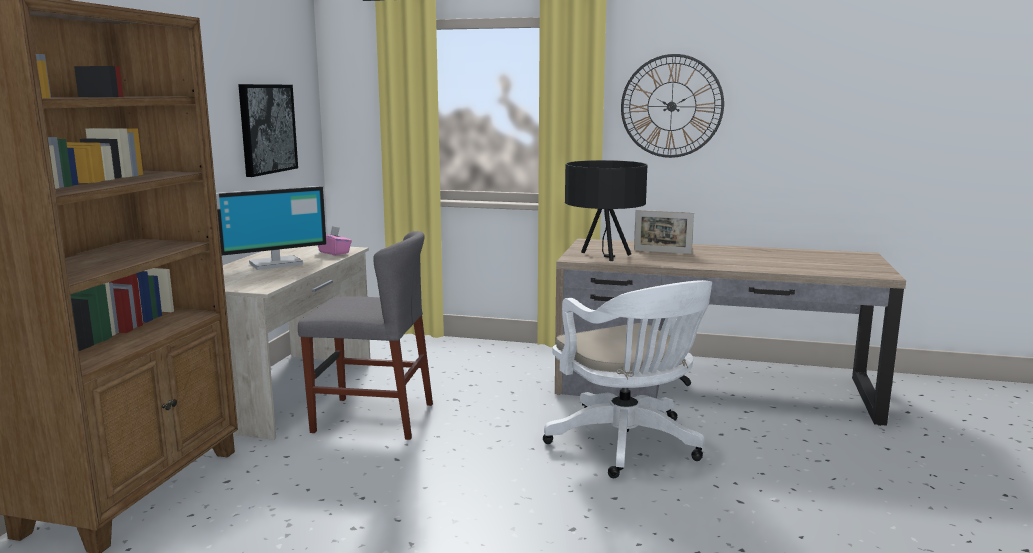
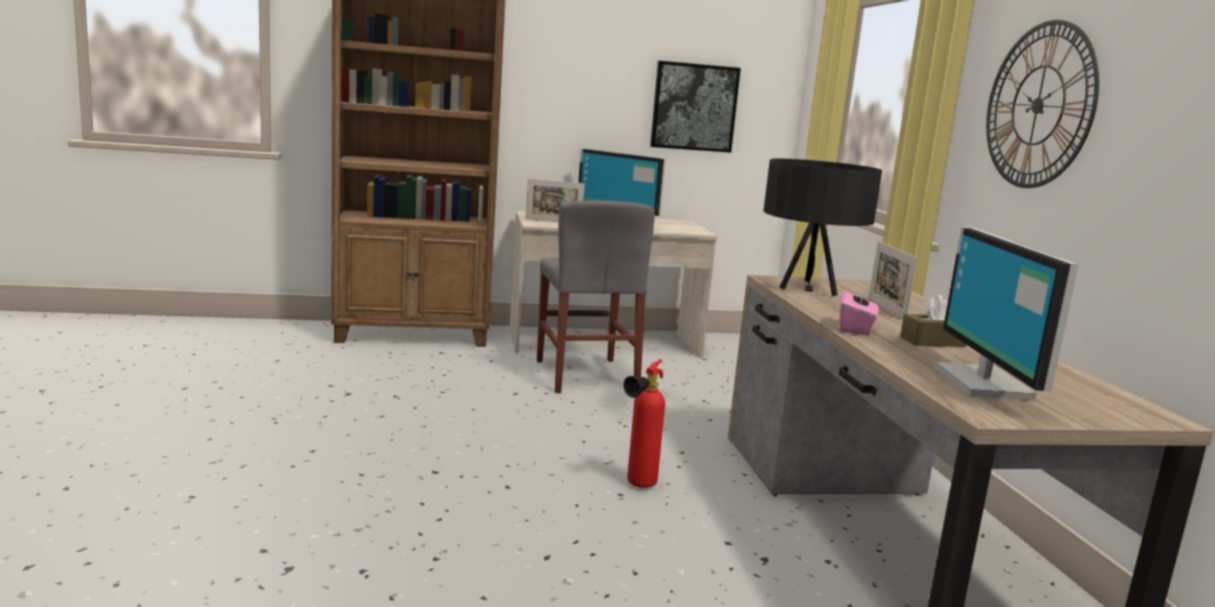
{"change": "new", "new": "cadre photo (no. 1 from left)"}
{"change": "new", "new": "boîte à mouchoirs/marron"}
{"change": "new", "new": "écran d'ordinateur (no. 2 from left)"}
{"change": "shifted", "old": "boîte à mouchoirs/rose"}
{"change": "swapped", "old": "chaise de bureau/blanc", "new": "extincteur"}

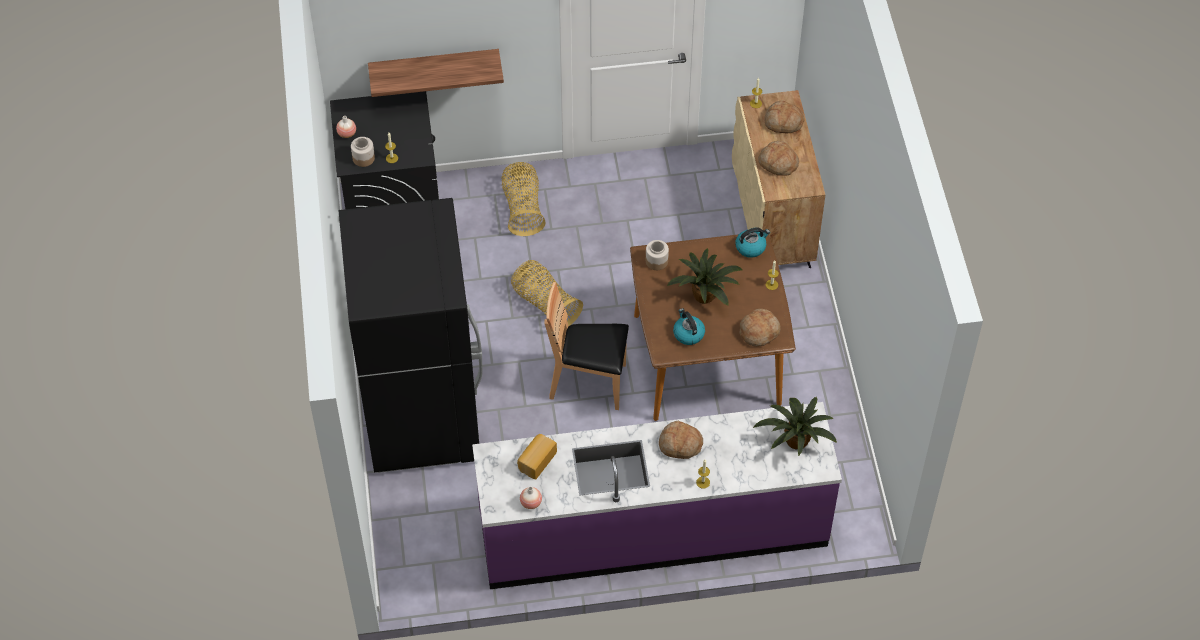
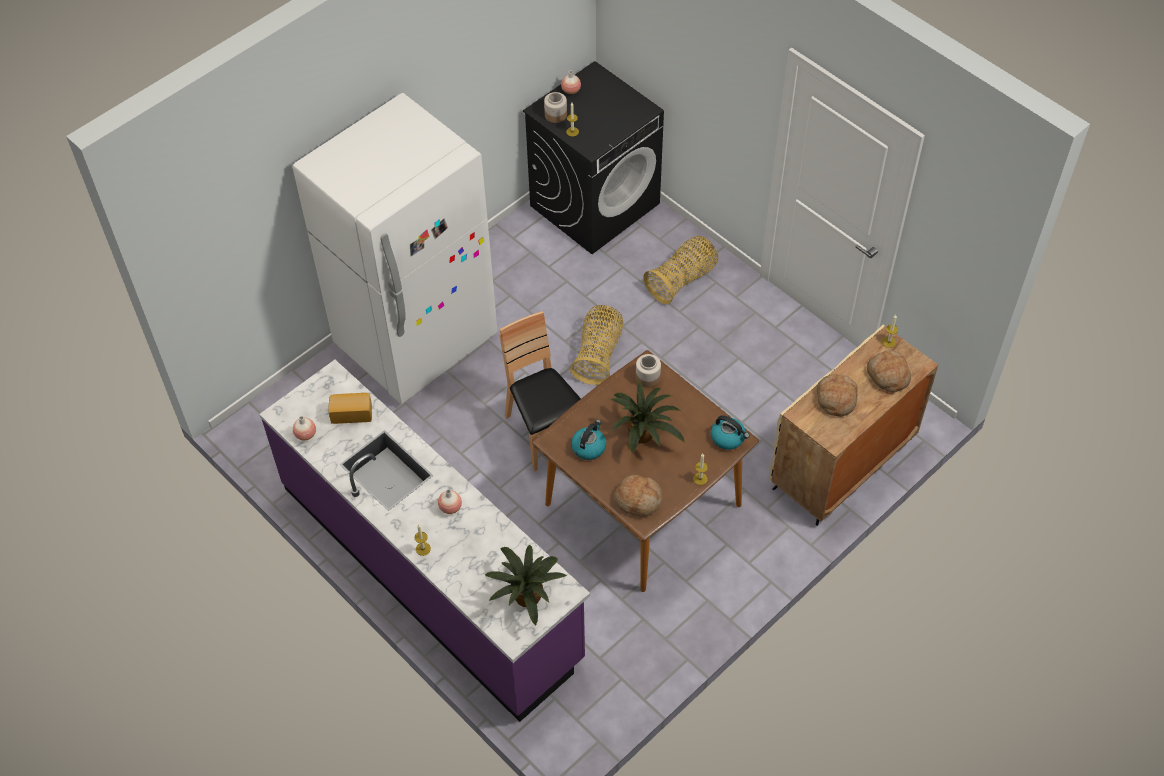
{"change": "gone", "old": "étagère"}
{"change": "swapped", "old": "pain (no. 2 from left)", "new": "vase (no. 2 from left)"}
{"change": "repainted", "old": "réfrigérateur/noir", "new": "réfrigérateur/blanc"}

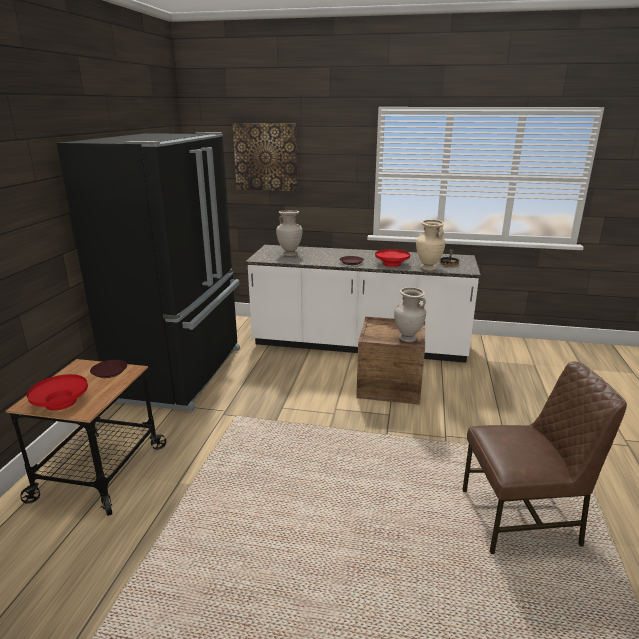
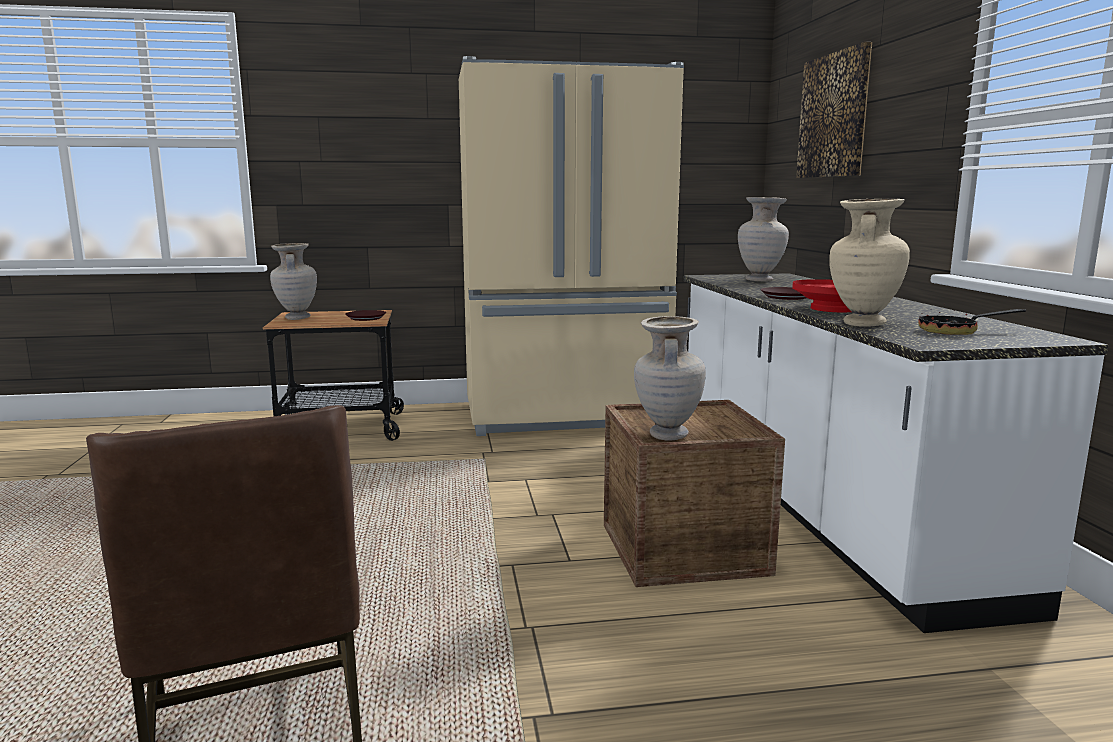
{"change": "swapped", "old": "bol/rouge (no. 1 from left)", "new": "vase/beige (no. 1 from left)"}
{"change": "repainted", "old": "réfrigérateur/noir", "new": "réfrigérateur/beige"}

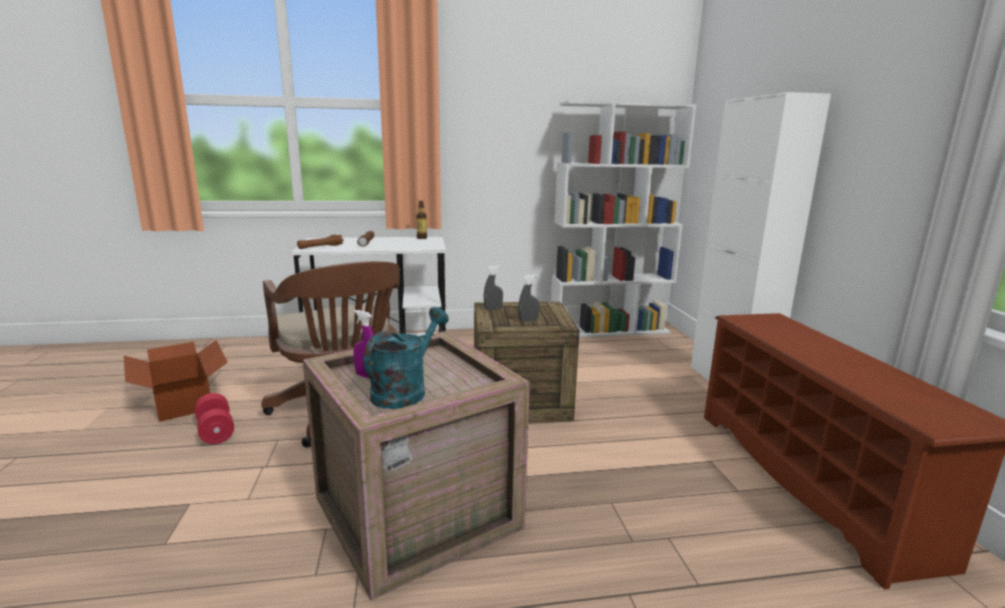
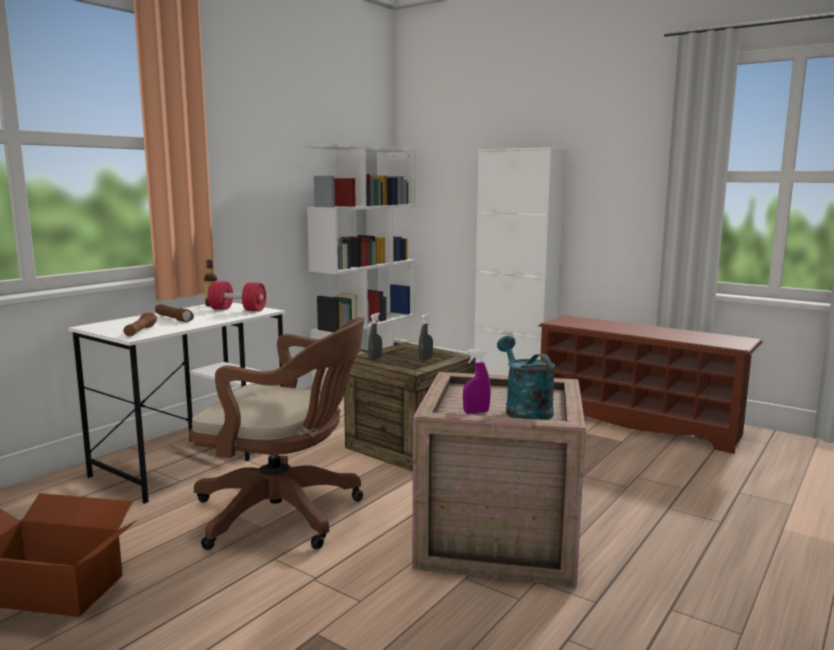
{"change": "shifted", "old": "haltère/rouge"}

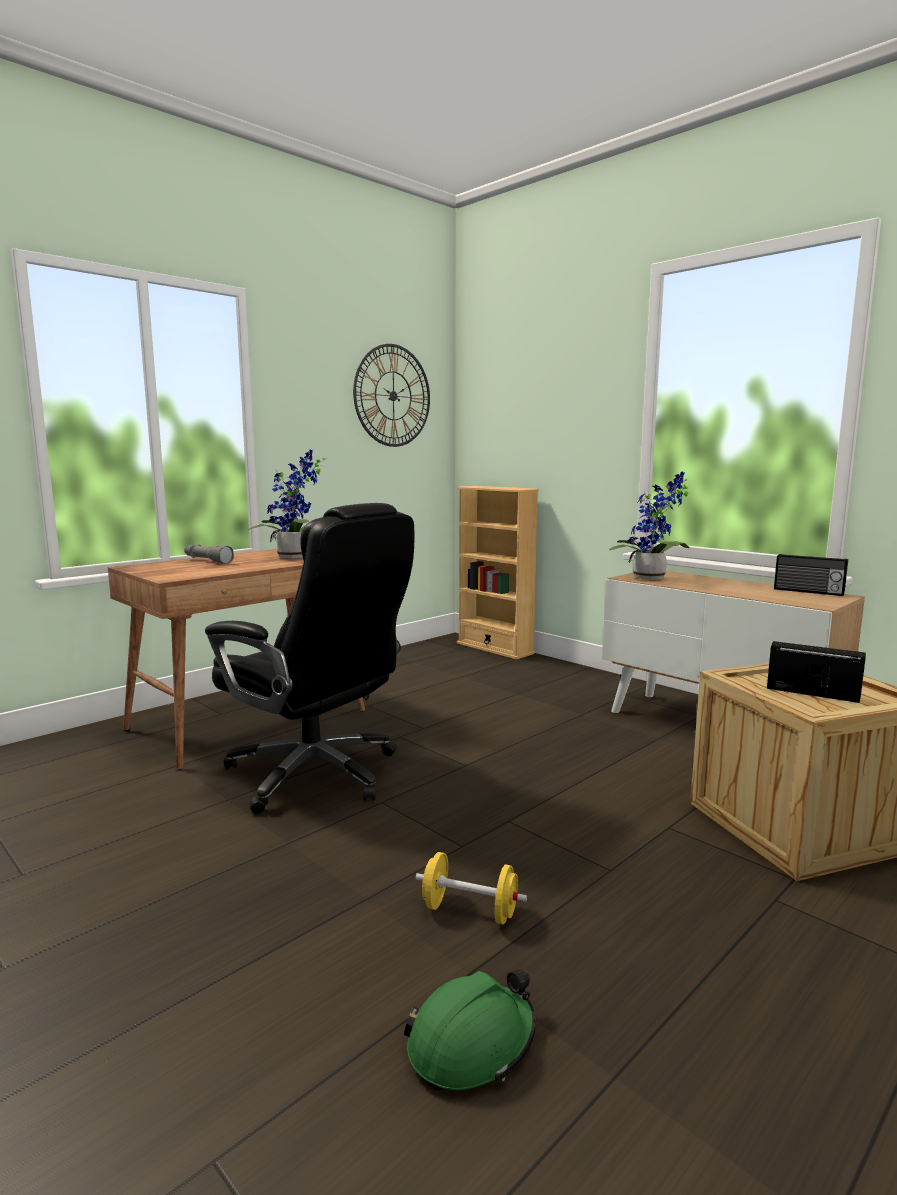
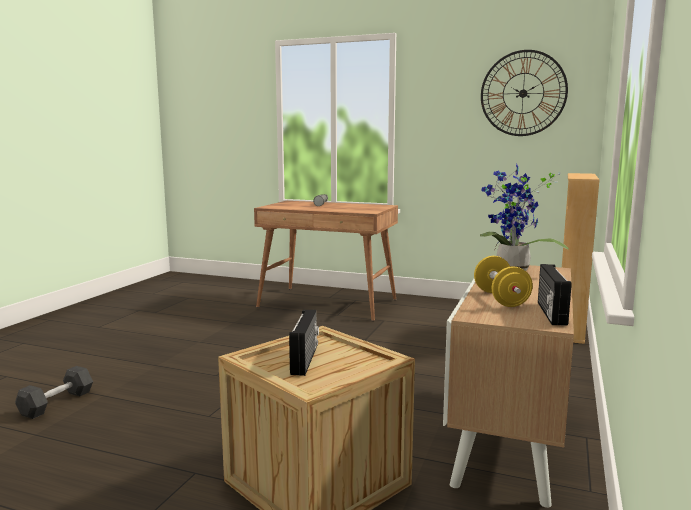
{"change": "gone", "old": "chaise de bureau/noir"}
{"change": "gone", "old": "plante en pot (no. 1 from left)"}
{"change": "shifted", "old": "haltère/jaune"}
{"change": "swapped", "old": "casque de chantier/vert", "new": "haltère/gris"}

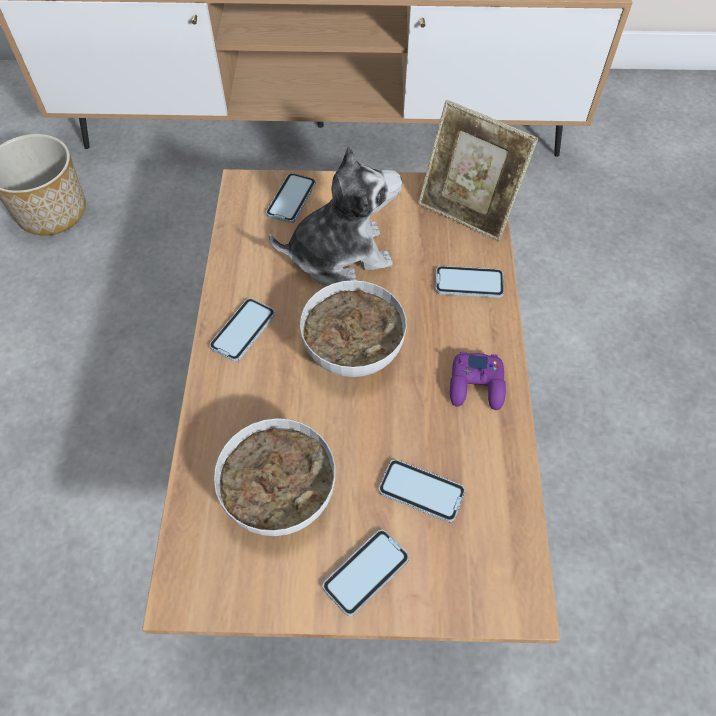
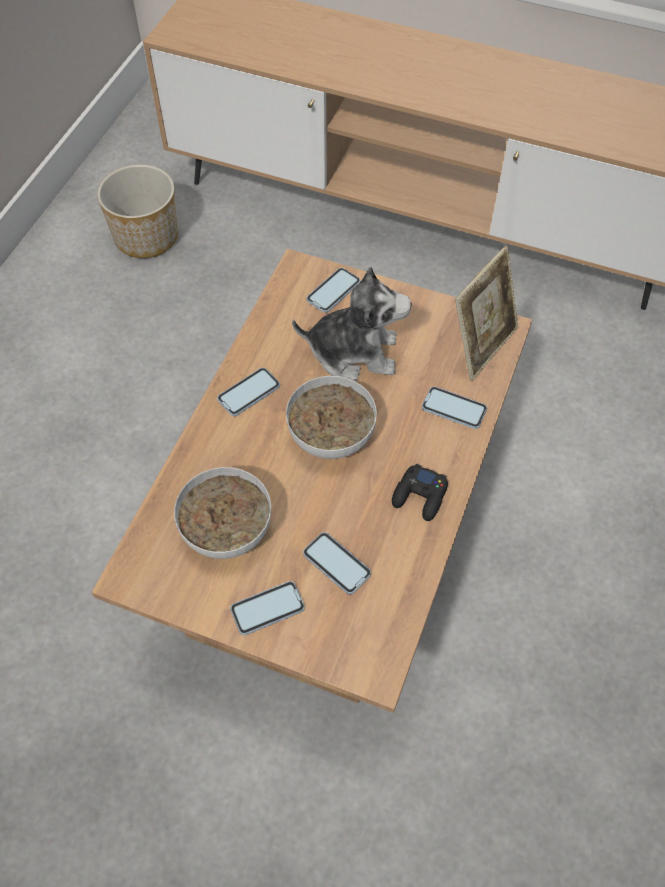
{"change": "repainted", "old": "manette/violet", "new": "manette/noir"}
{"change": "rotated", "old": "cadre photo", "degrees": -105}

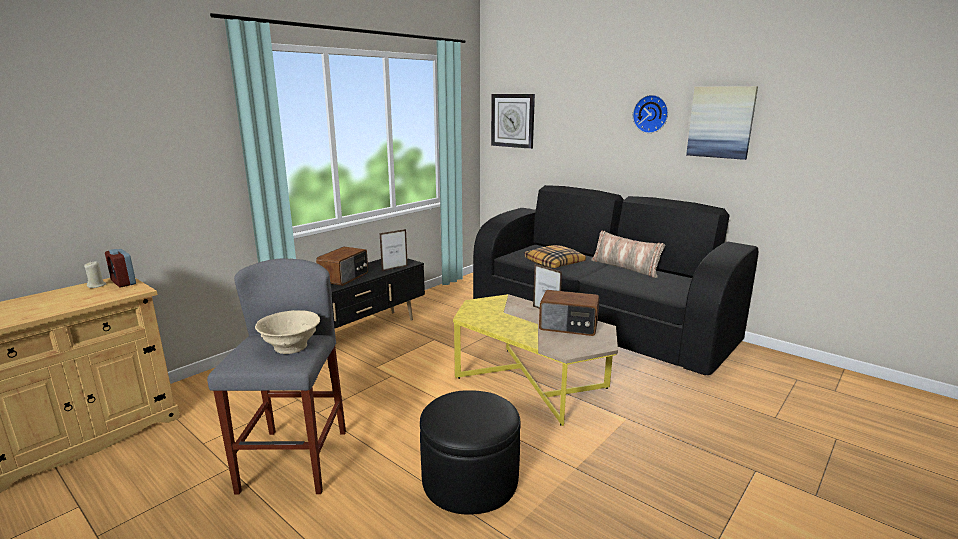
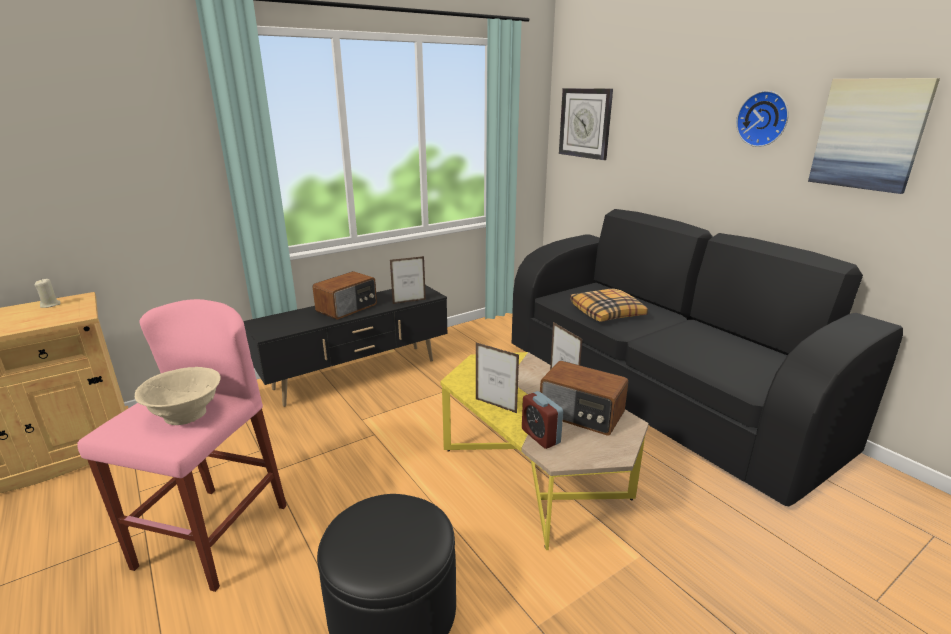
{"change": "gone", "old": "coussin (no. 2 from left)"}
{"change": "new", "new": "cadre photo (no. 2 from left)"}
{"change": "shifted", "old": "réveil"}
{"change": "repainted", "old": "tabouret/gris", "new": "tabouret/rose"}

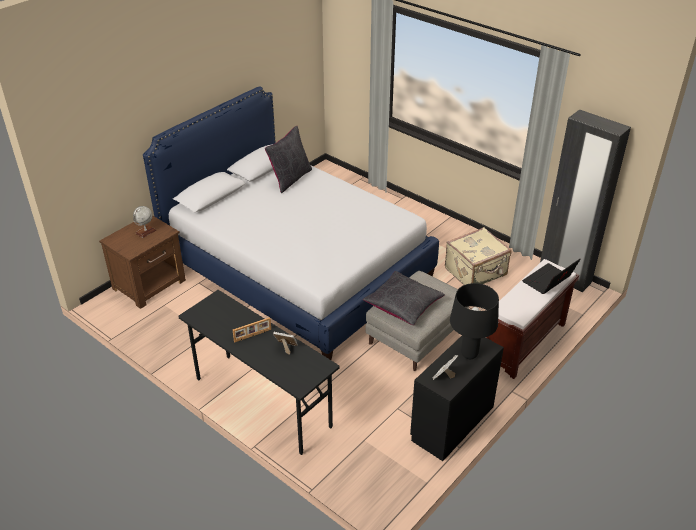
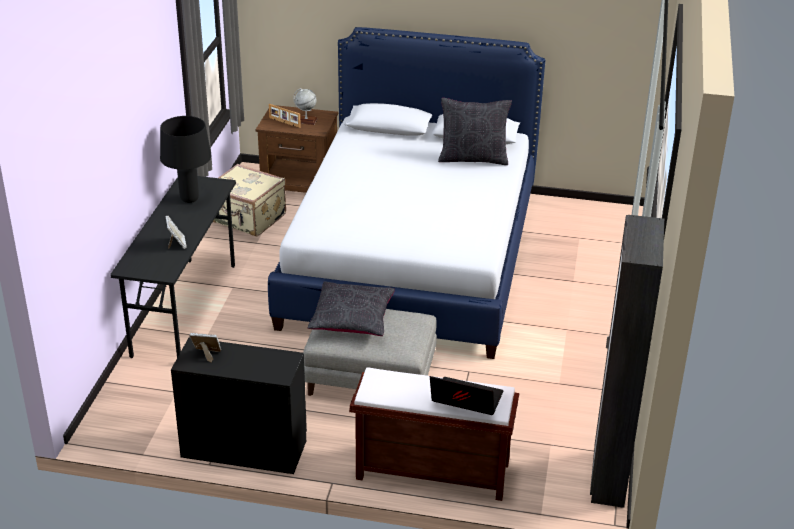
{"change": "shifted", "old": "cadre photo (no. 1 from left in the first image)", "new": "cadre photo (no. 3 from left)"}
{"change": "shifted", "old": "valise/beige"}
{"change": "shifted", "old": "lampe de table/noir"}

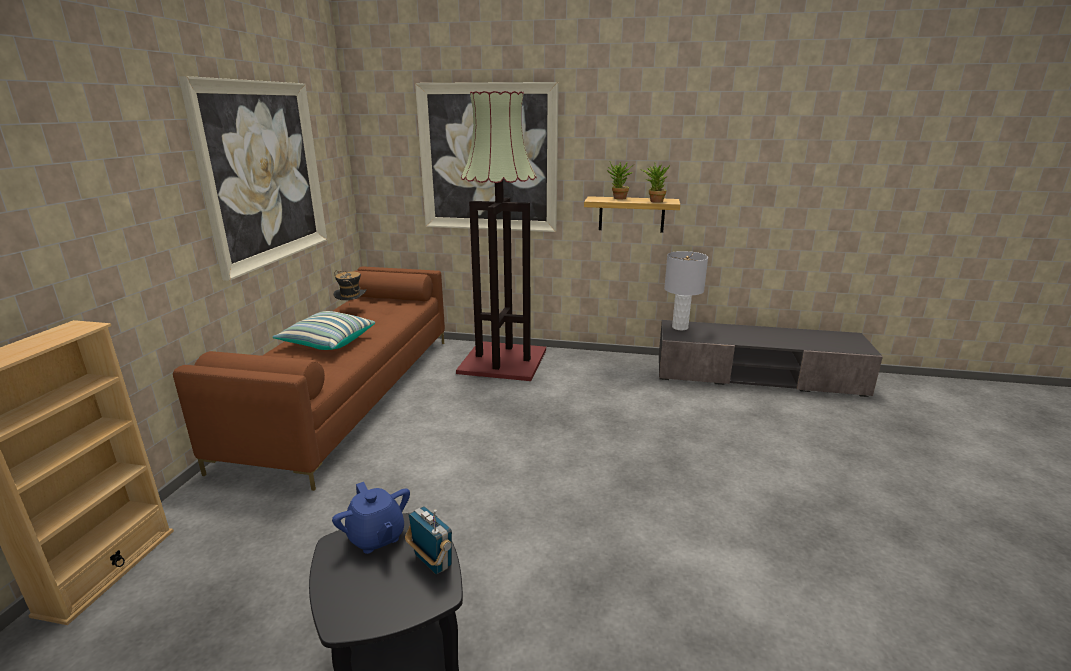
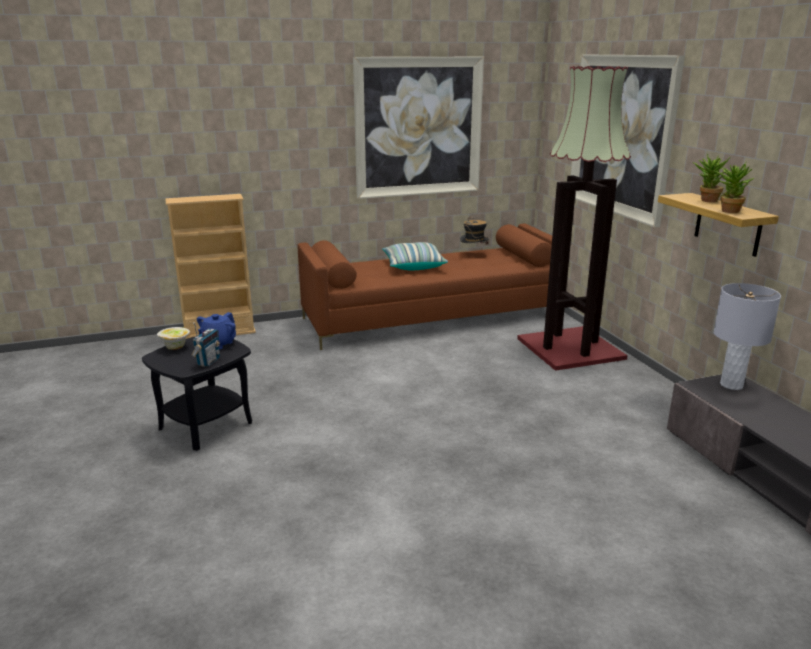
{"change": "new", "new": "bol"}

